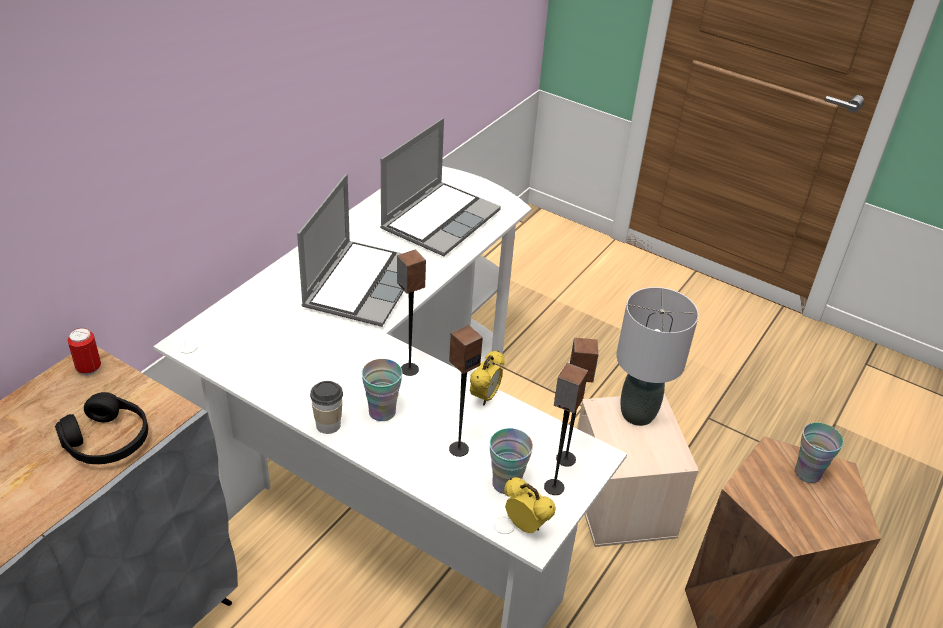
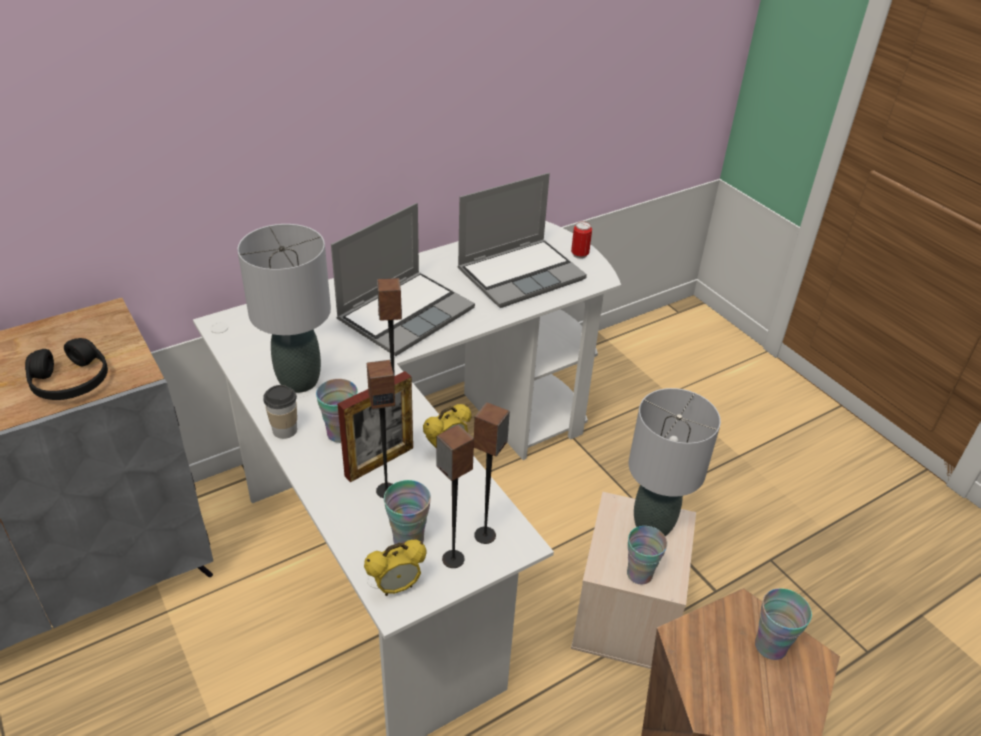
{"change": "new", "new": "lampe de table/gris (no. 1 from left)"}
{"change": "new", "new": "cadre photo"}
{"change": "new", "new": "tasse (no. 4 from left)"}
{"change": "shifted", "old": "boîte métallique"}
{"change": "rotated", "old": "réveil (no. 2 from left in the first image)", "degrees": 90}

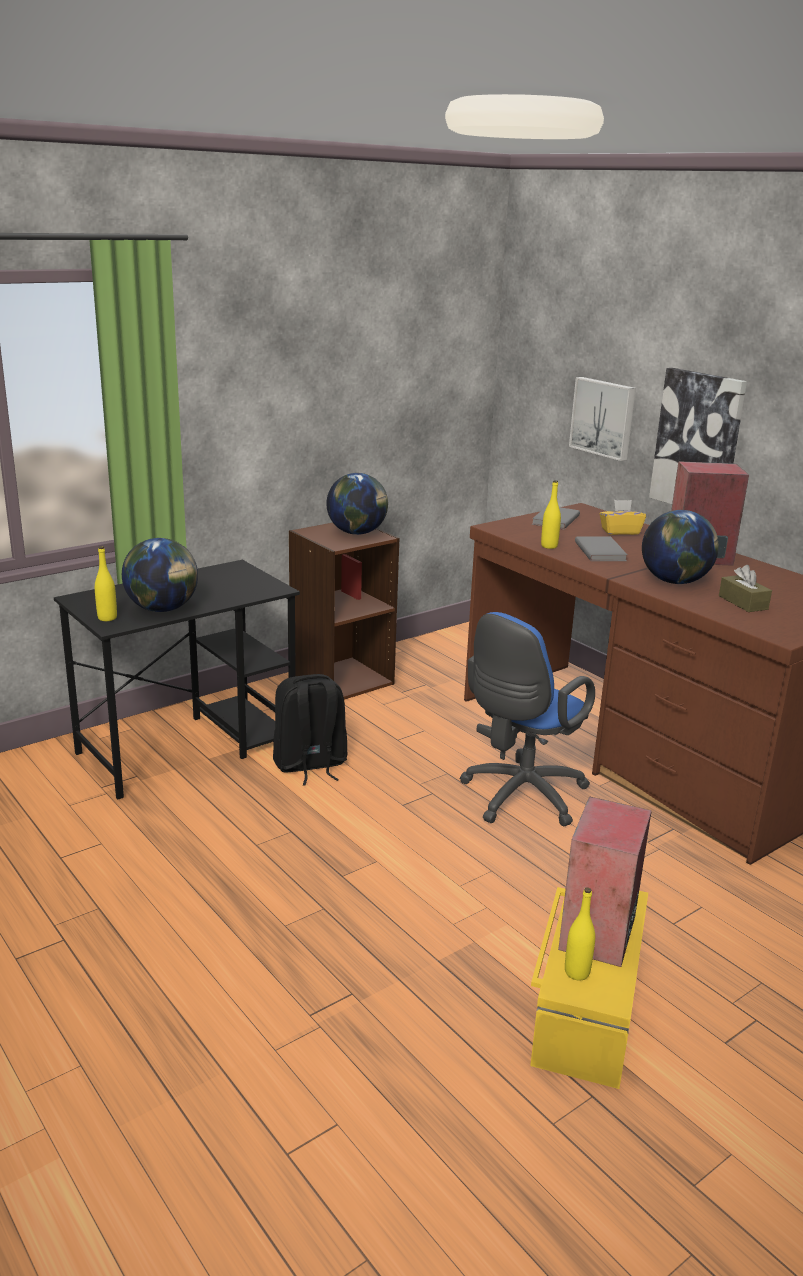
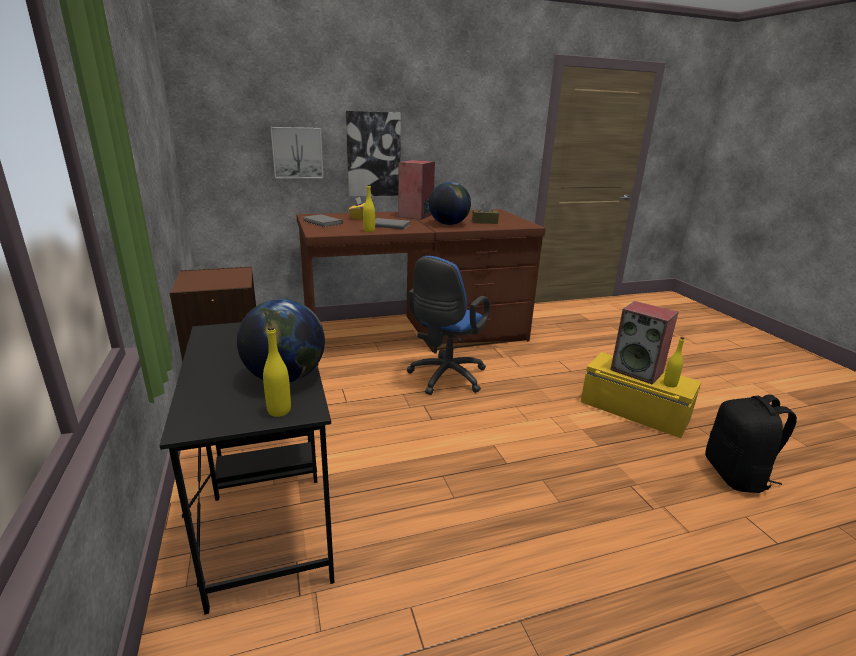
{"change": "gone", "old": "globe (no. 2 from left)"}
{"change": "shifted", "old": "sac à dos/noir"}
{"change": "rotated", "old": "chaise de bureau/bleu", "degrees": 60}

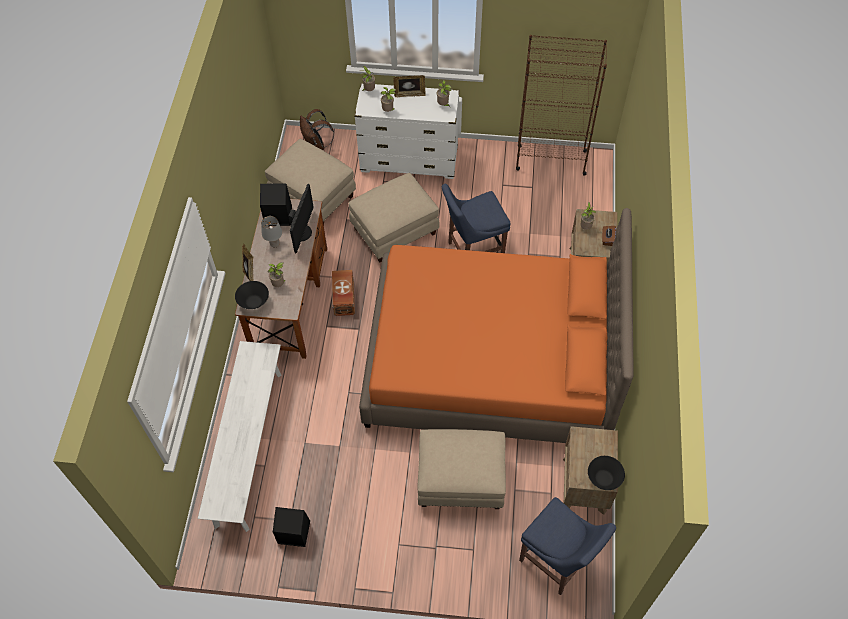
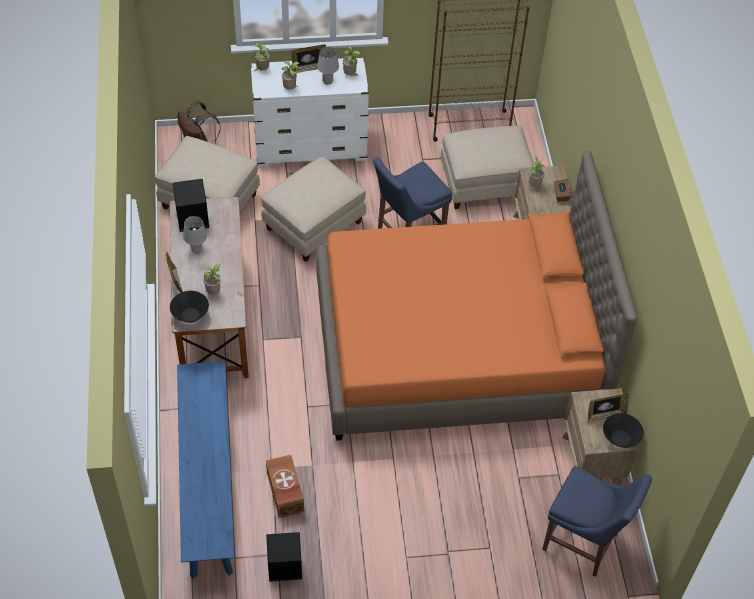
{"change": "gone", "old": "écran d'ordinateur"}
{"change": "new", "new": "lampe de table/gris (no. 2 from left)"}
{"change": "new", "new": "cadre photo (no. 3 from left)"}
{"change": "shifted", "old": "boîte de rangement/marron"}
{"change": "shifted", "old": "pouf/beige (no. 3 from left)"}
{"change": "repainted", "old": "banc/blanc", "new": "banc/bleu"}

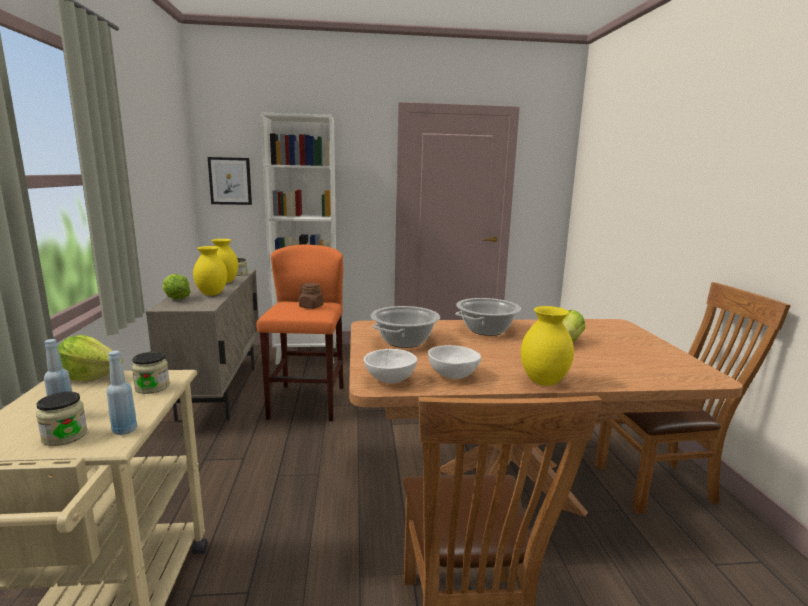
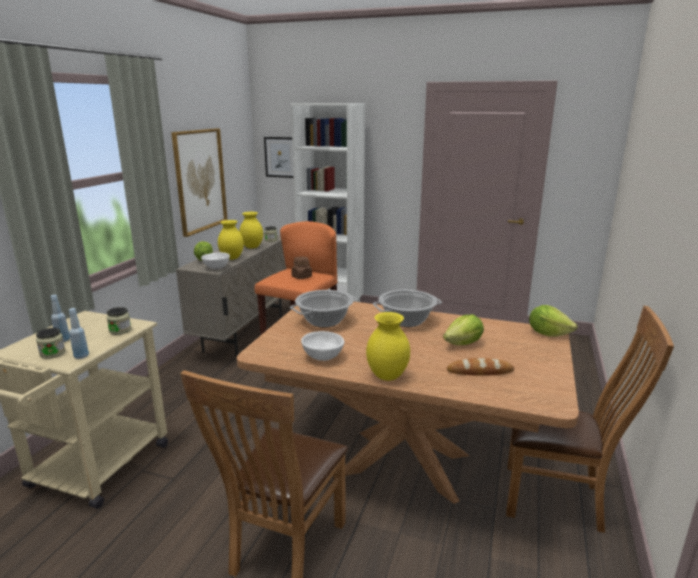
{"change": "new", "new": "tableau (no. 1 from left)"}
{"change": "new", "new": "pain"}
{"change": "shifted", "old": "laitue (no. 1 from left in the first image)", "new": "laitue (no. 3 from left)"}
{"change": "shifted", "old": "bol/blanc (no. 1 from left)"}

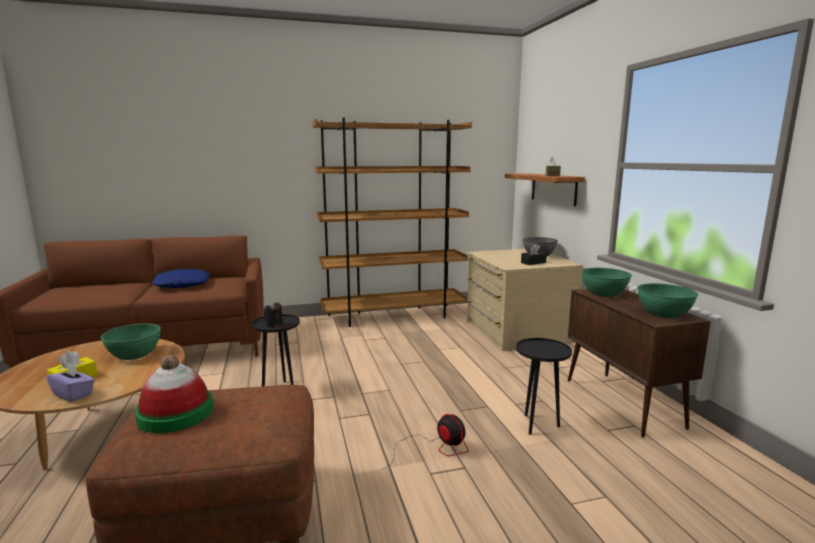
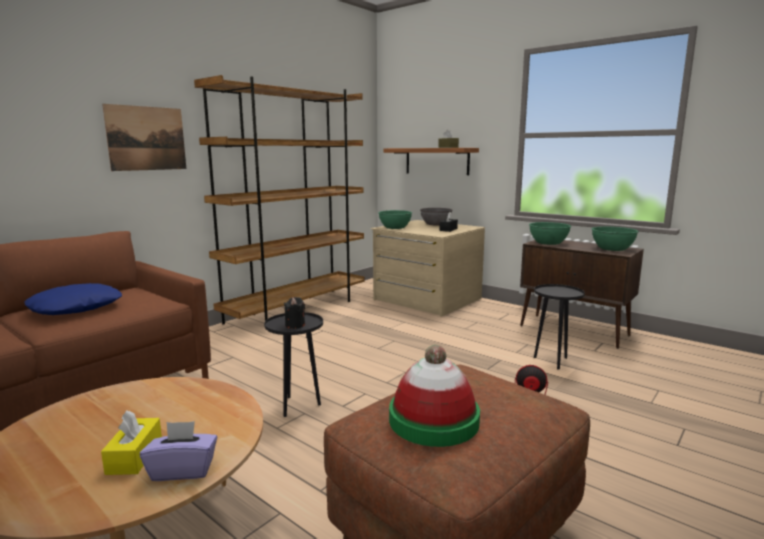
{"change": "new", "new": "tableau"}
{"change": "shifted", "old": "bol/vert (no. 1 from left)"}

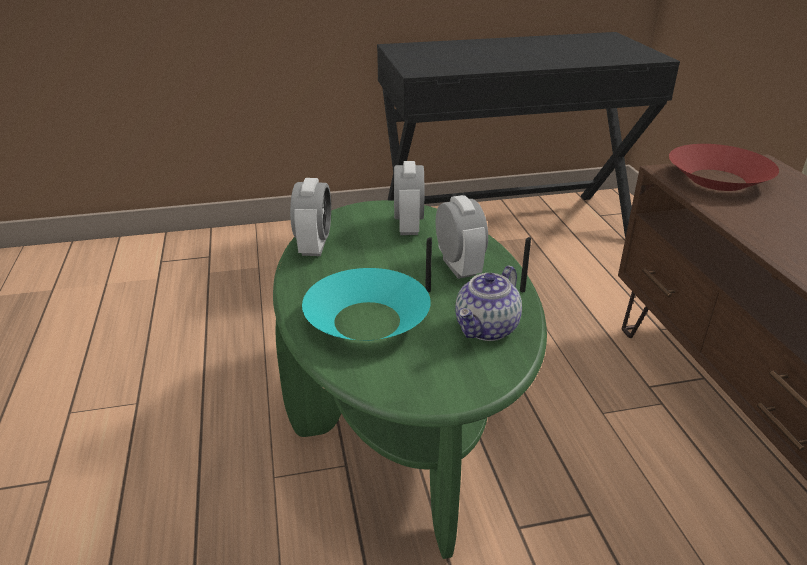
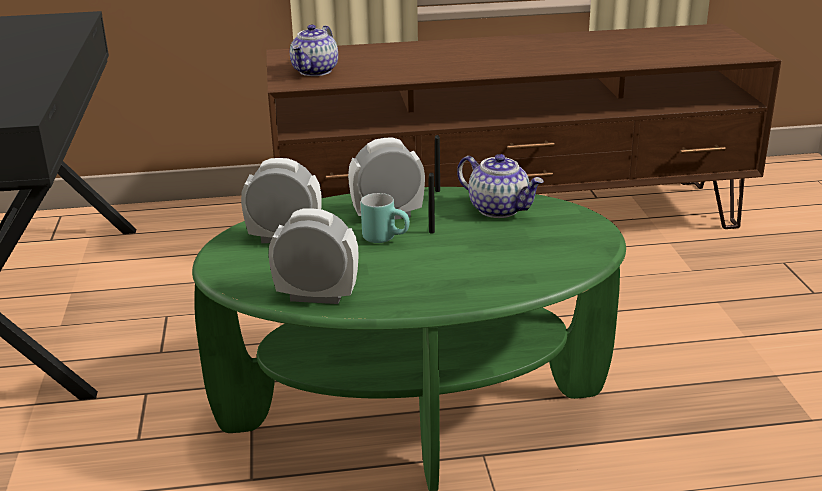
{"change": "gone", "old": "bol/turquoise"}
{"change": "new", "new": "mug/turquoise"}
{"change": "swapped", "old": "bol/rouge", "new": "théière (no. 1 from left)"}

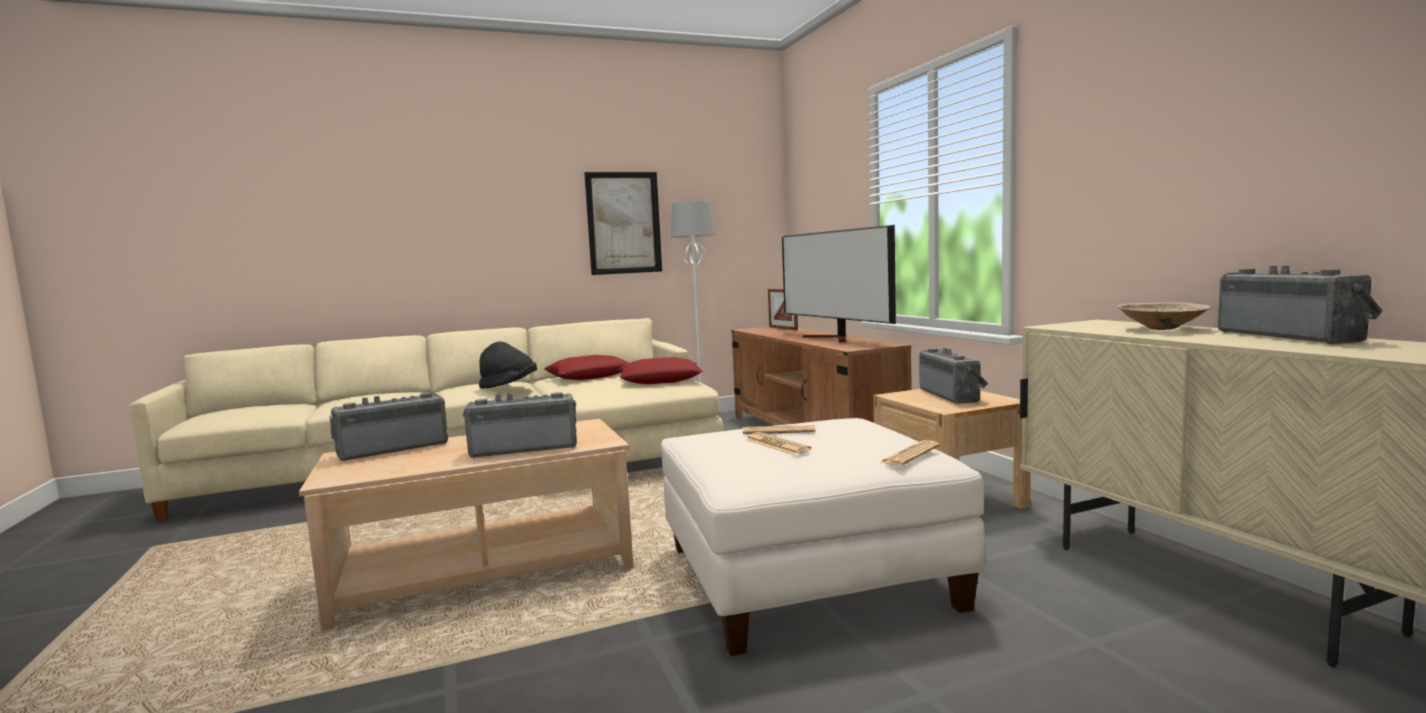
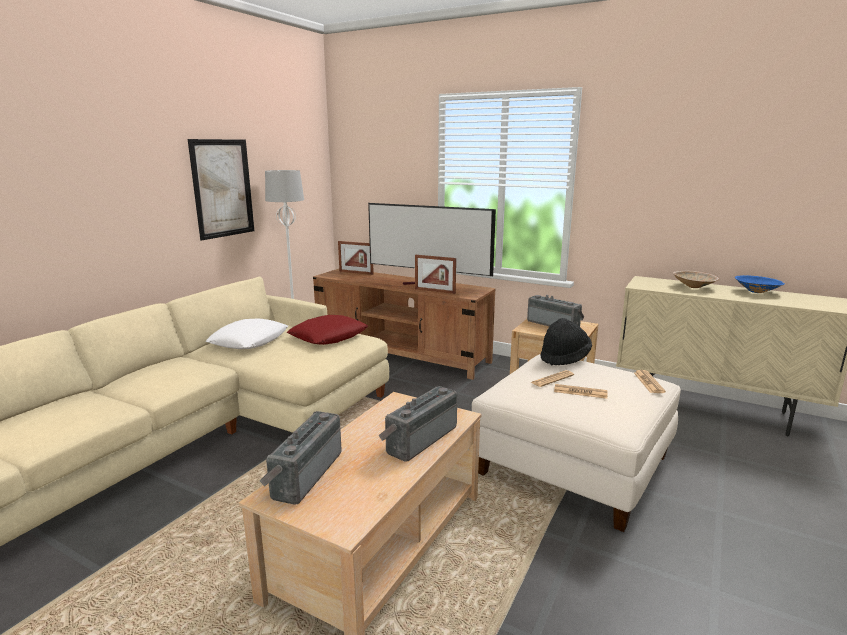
{"change": "new", "new": "cadre photo (no. 2 from left)"}
{"change": "shifted", "old": "chapeau/noir"}
{"change": "swapped", "old": "radio (no. 4 from left)", "new": "bol/bleu"}
{"change": "repainted", "old": "coussin/rouge (no. 1 from left)", "new": "coussin/blanc"}

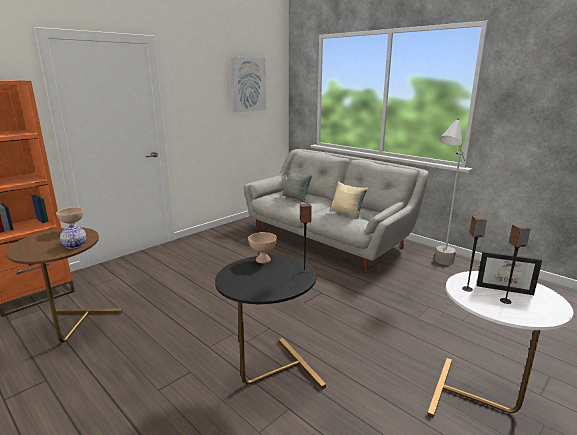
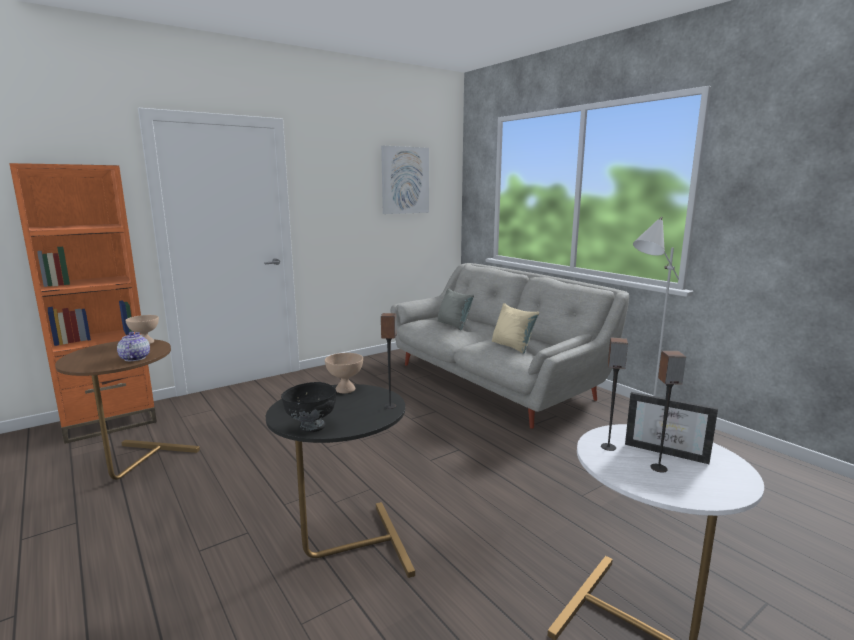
{"change": "new", "new": "bol/noir"}

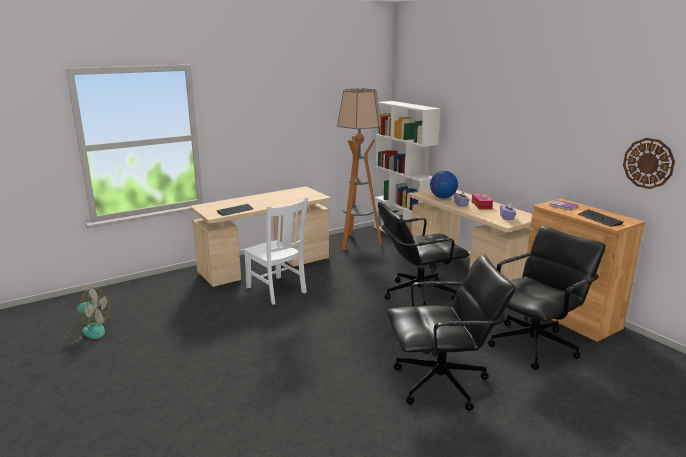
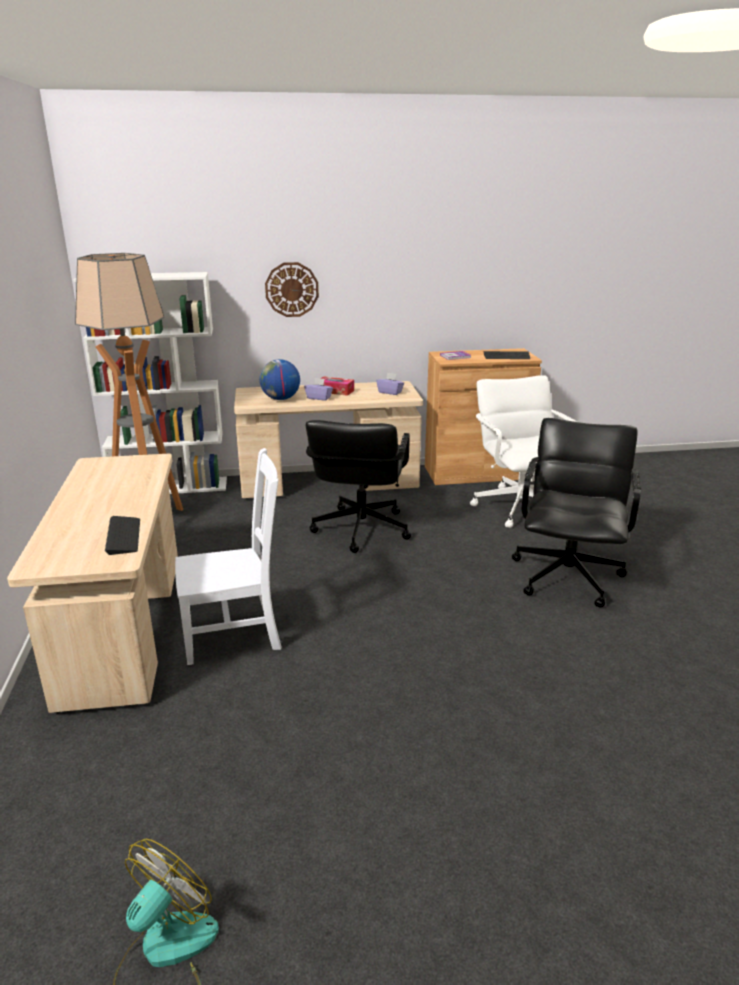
{"change": "shifted", "old": "horloge murale"}
{"change": "repainted", "old": "chaise de bureau/noir (no. 3 from left)", "new": "chaise de bureau/blanc"}

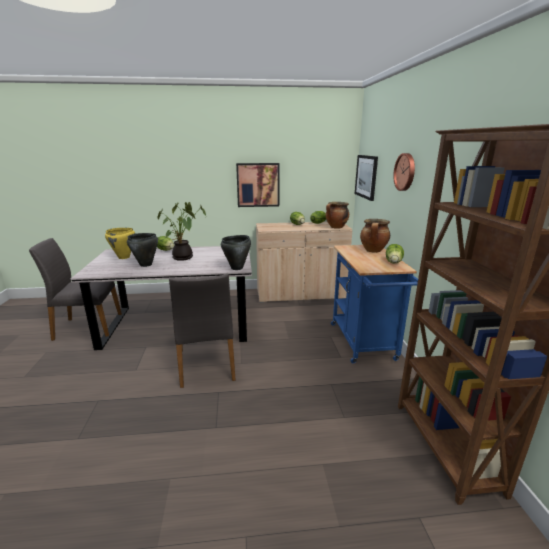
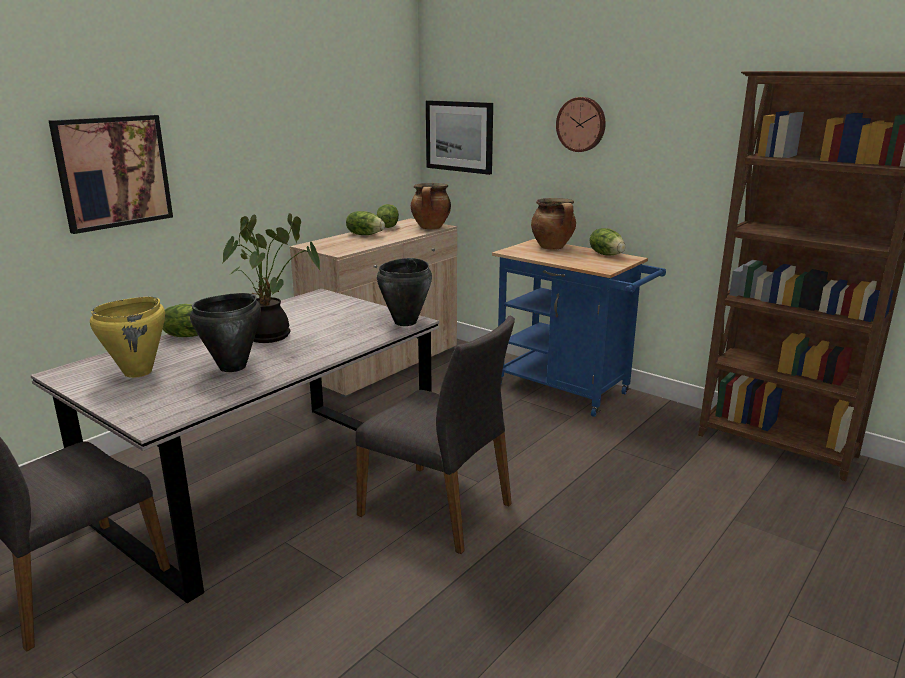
{"change": "shifted", "old": "tableau (no. 1 from left)"}

